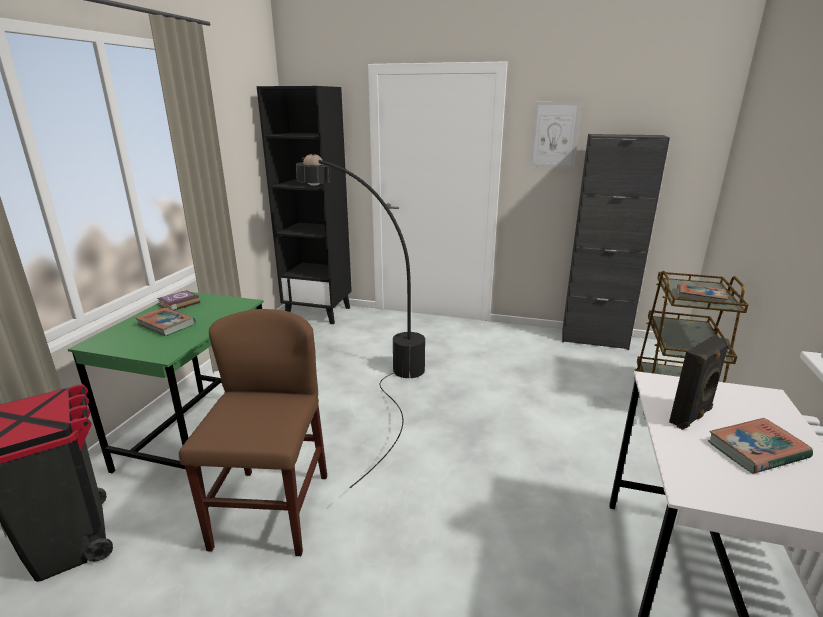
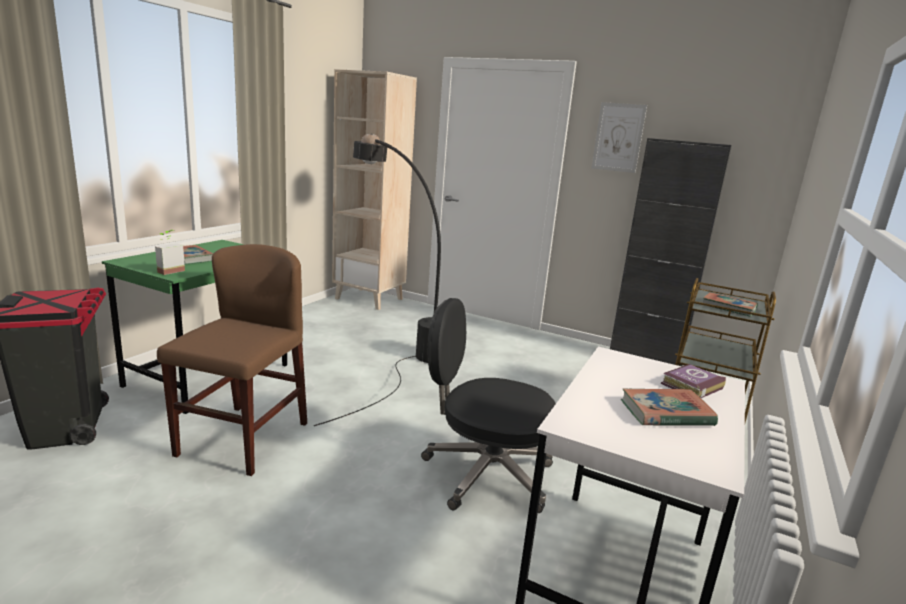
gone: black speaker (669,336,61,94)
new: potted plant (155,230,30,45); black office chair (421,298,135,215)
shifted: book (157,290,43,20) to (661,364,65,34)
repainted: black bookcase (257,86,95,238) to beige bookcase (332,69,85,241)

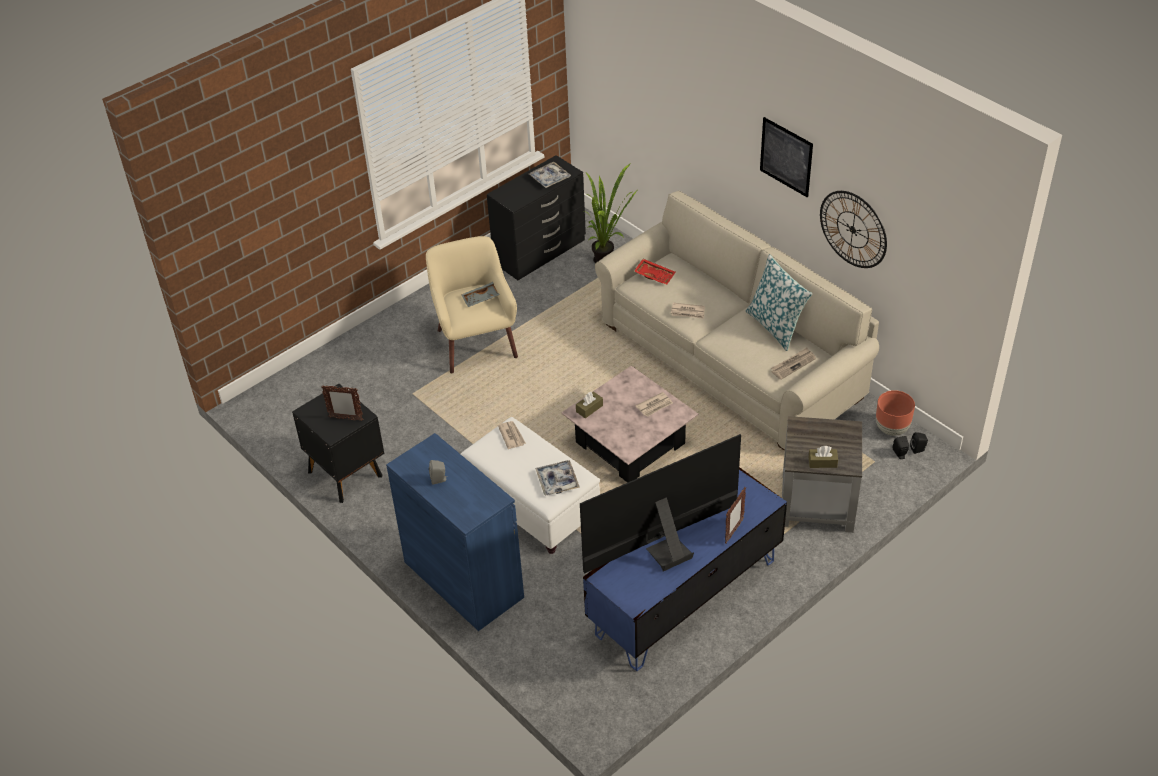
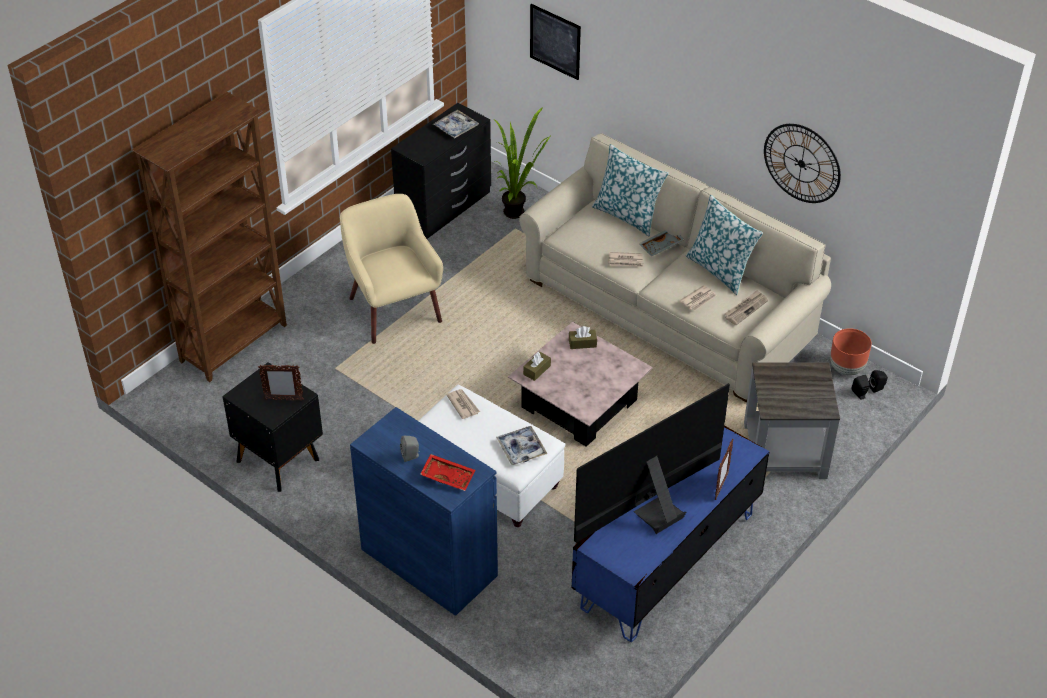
new: brown bookcase (132,92,155,290); pillow (592,144,77,92)
shifted: grey tray (461,282,39,25) to (639,231,45,25); red tray (634,259,41,26) to (420,454,55,37); newspaper (636,392,37,25) to (679,285,38,26); picture (760,117,53,80) to (530,4,51,76); brown tissue box (809,446,29,22) to (569,326,28,23)

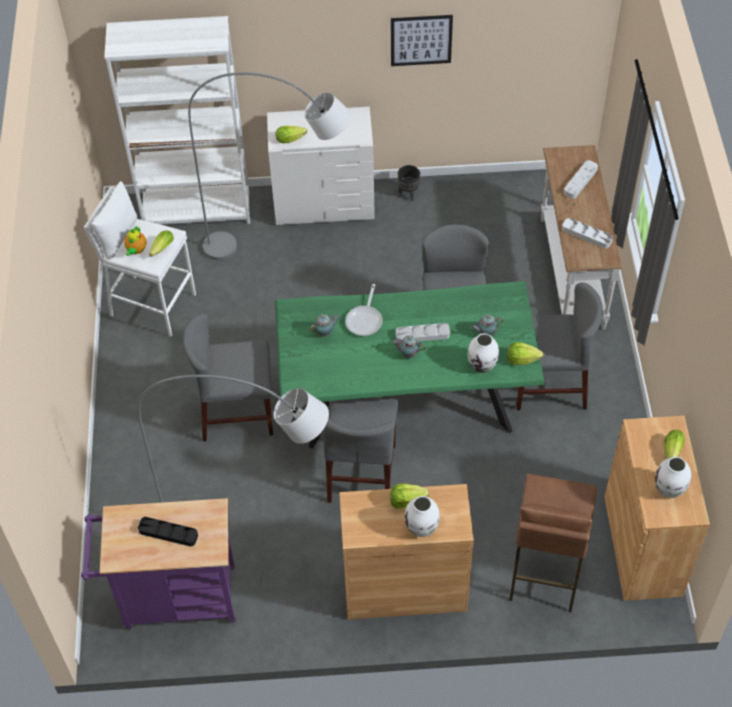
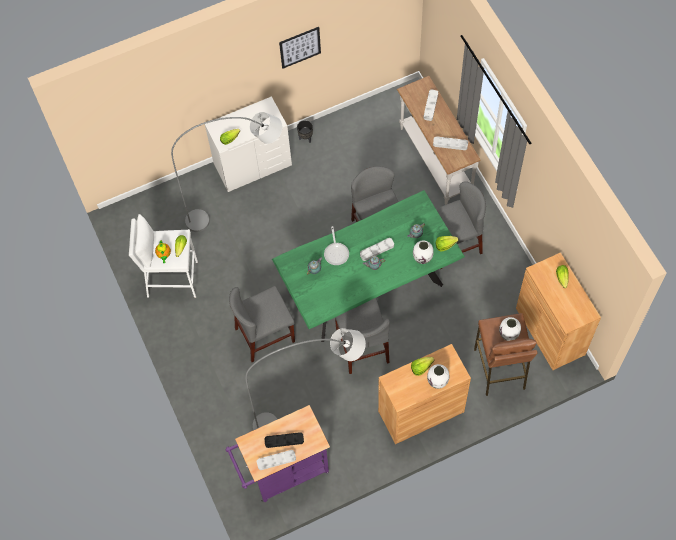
gone: white bookcase (104,16,146,209)
new: grey tray (257,450,39,20)
shifted: white vase (655,457,36,41) to (499,317,22,24)

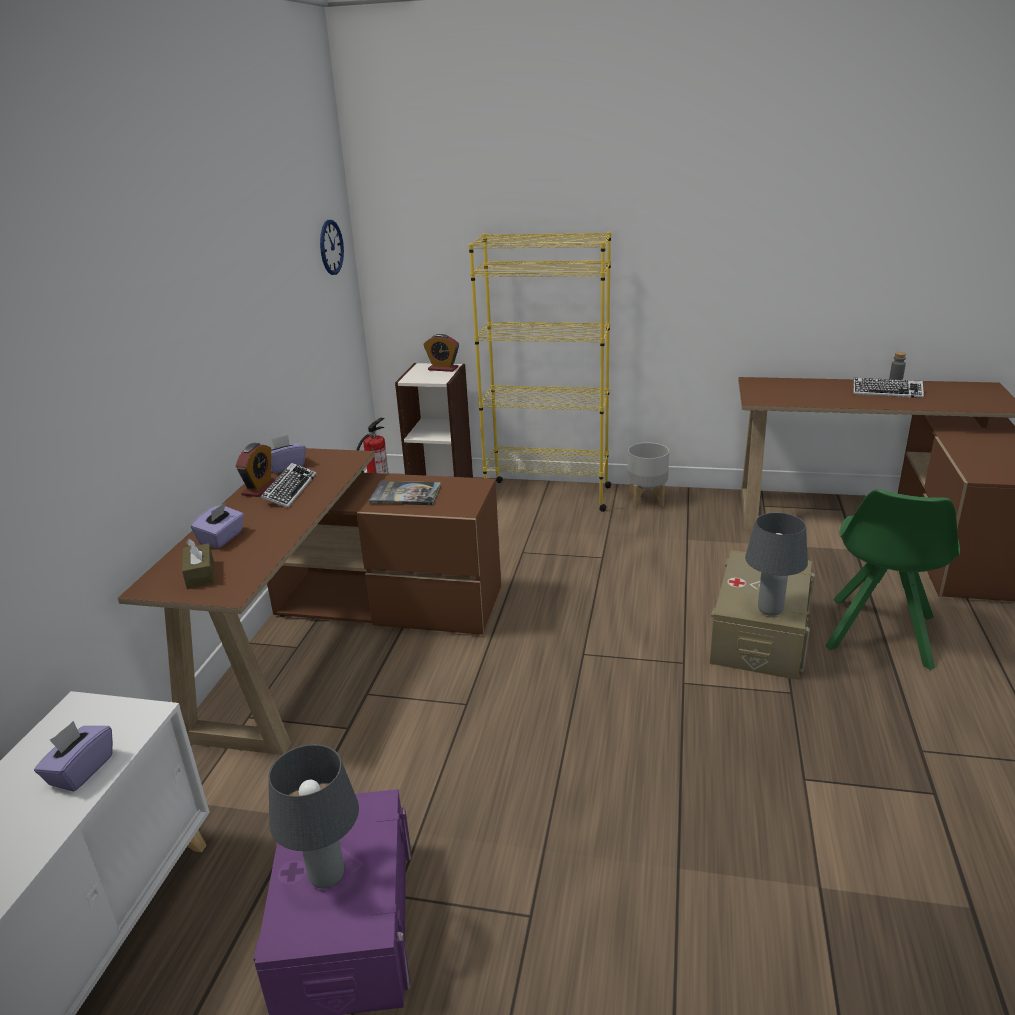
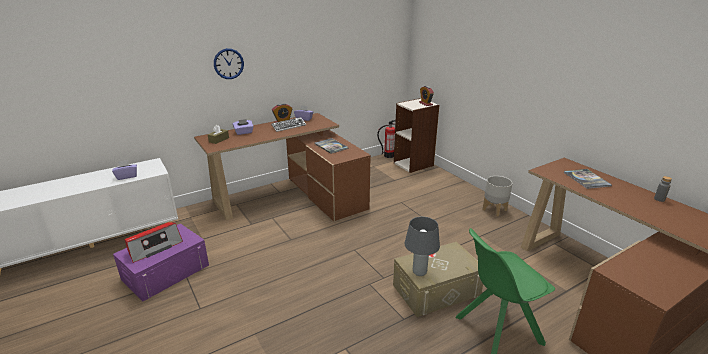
gone: yellow bookcase (469,232,142,280); keyboard (853,378,71,20)
new: book (563,169,49,20)
shifted: wall clock (320,220,24,55) to (214,48,30,31)
swapped: grey table lamp (268,744,91,145) to radio (124,222,59,41)

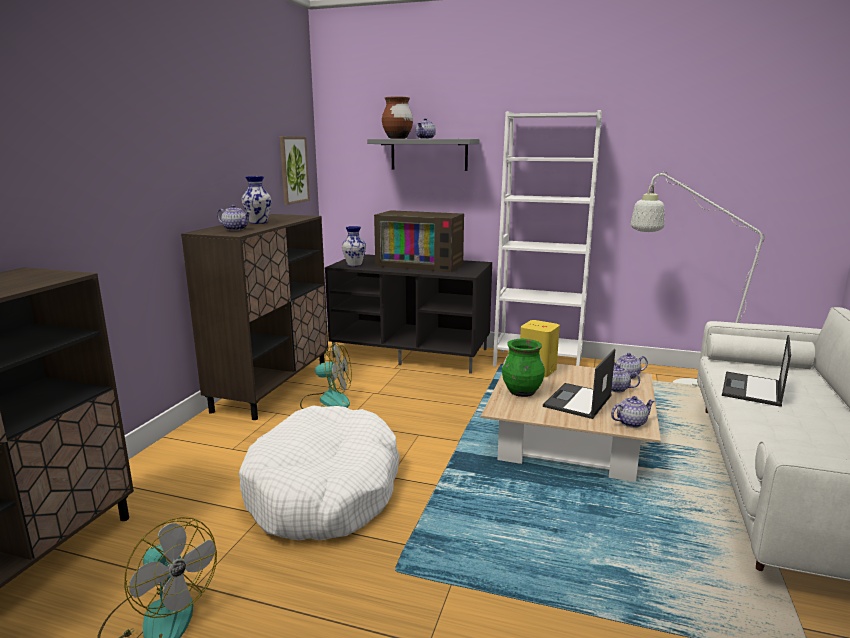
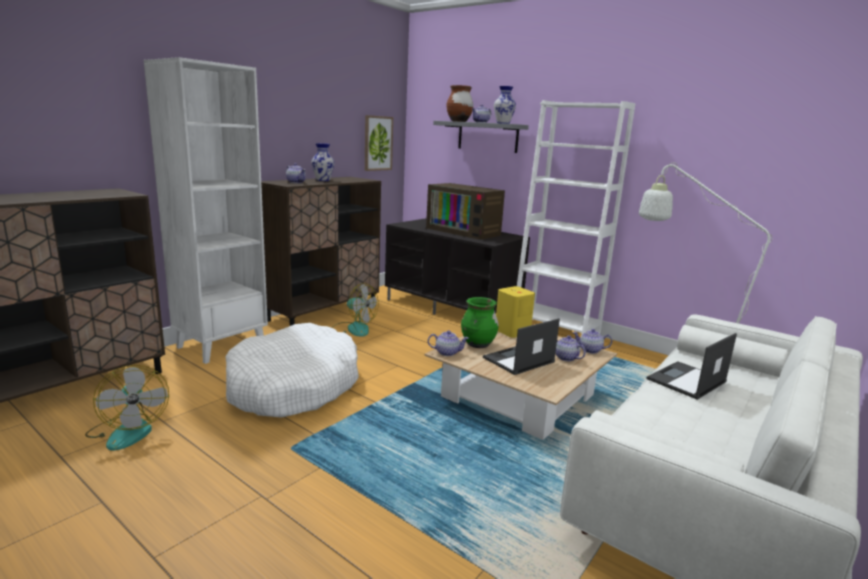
new: white bookcase (143,57,125,307)
shifted: vase (342,226,24,41) to (494,86,22,38); teapot (611,396,44,32) to (428,330,41,26)

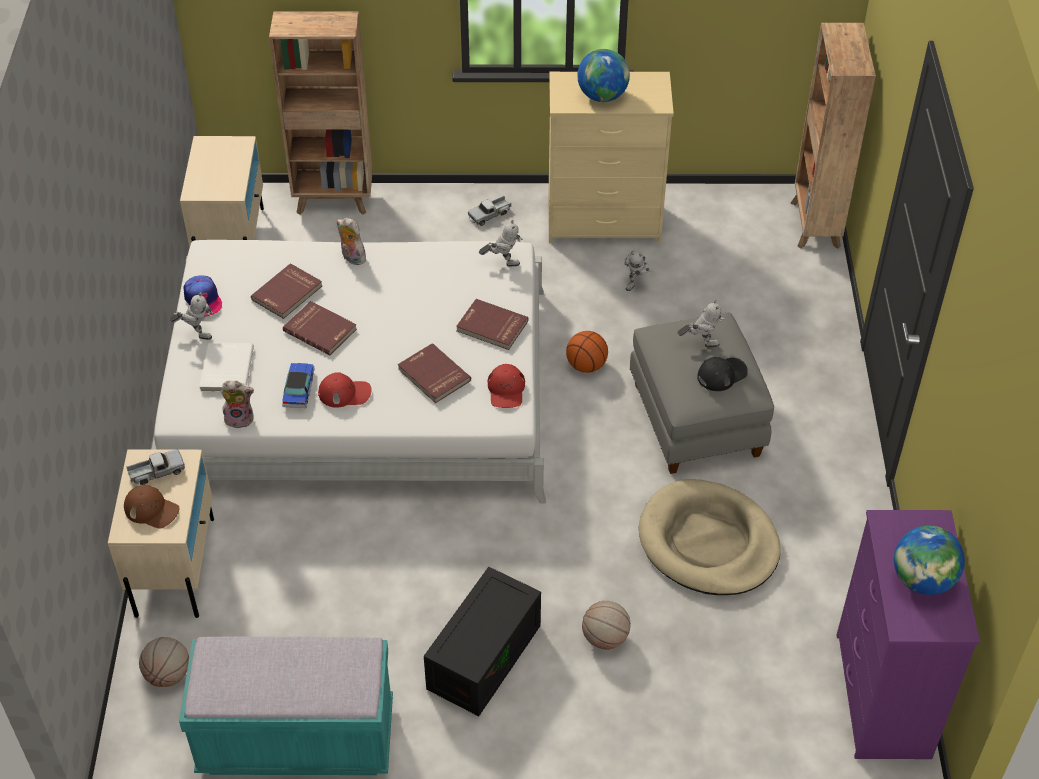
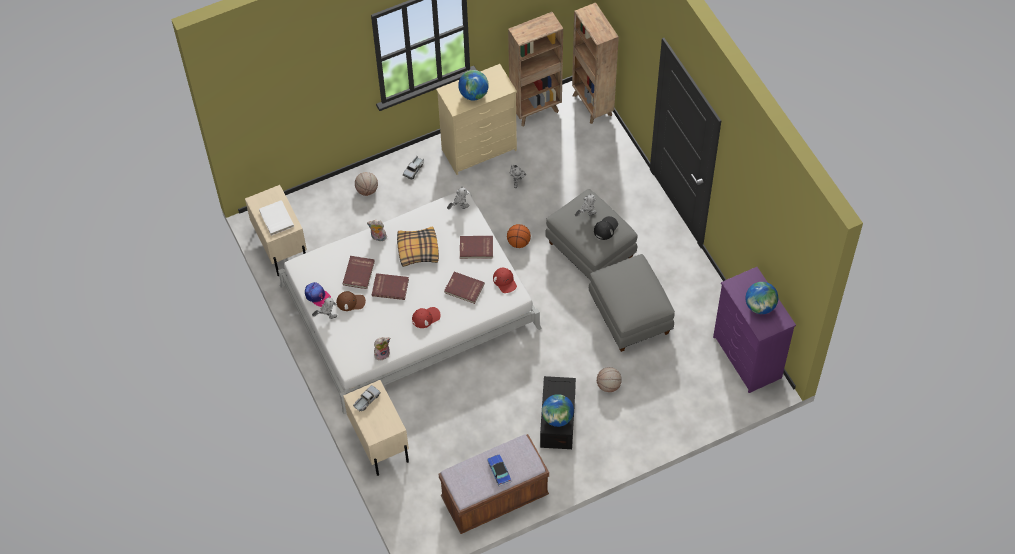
new: pillow (397,226,42,41); globe (542,394,32,33)
shifted: brown cap (124,485,55,43) to (336,291,30,20); basketball (139,637,50,50) to (355,172,23,24); white book (199,343,55,49) to (259,200,35,36); brown bookcase (269,11,104,204) to (508,12,55,114); toy car (282,363,33,45) to (487,454,25,32)
swapped: beige dog bed (639,479,142,116) to grey ottoman (589,254,86,98)
repainted: turquoise bench (179,637,214,138) to brown bench (439,434,110,100)

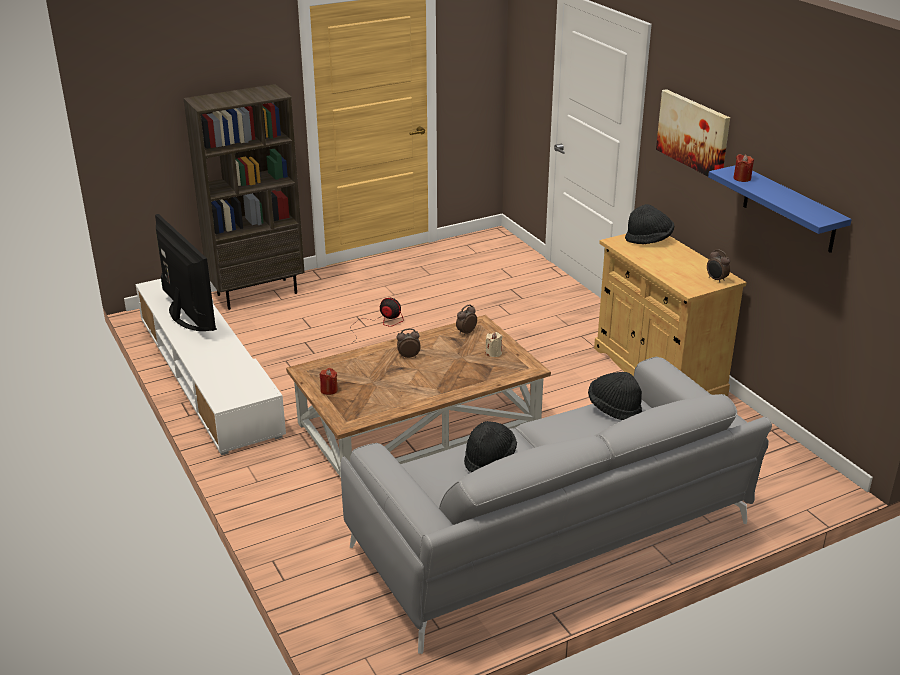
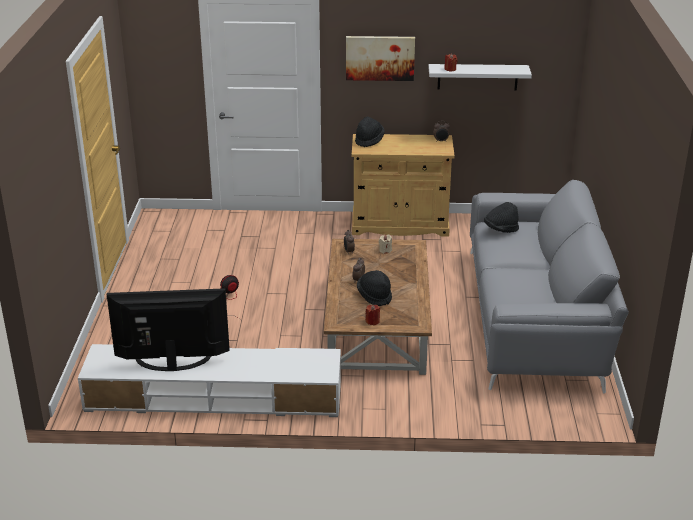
gone: brown bookcase (184,84,121,226)
shifted: black hat (464,421,53,52) to (357,270,35,36)
repainted: blue shelf (708,165,144,88) to white shelf (429,64,103,26)

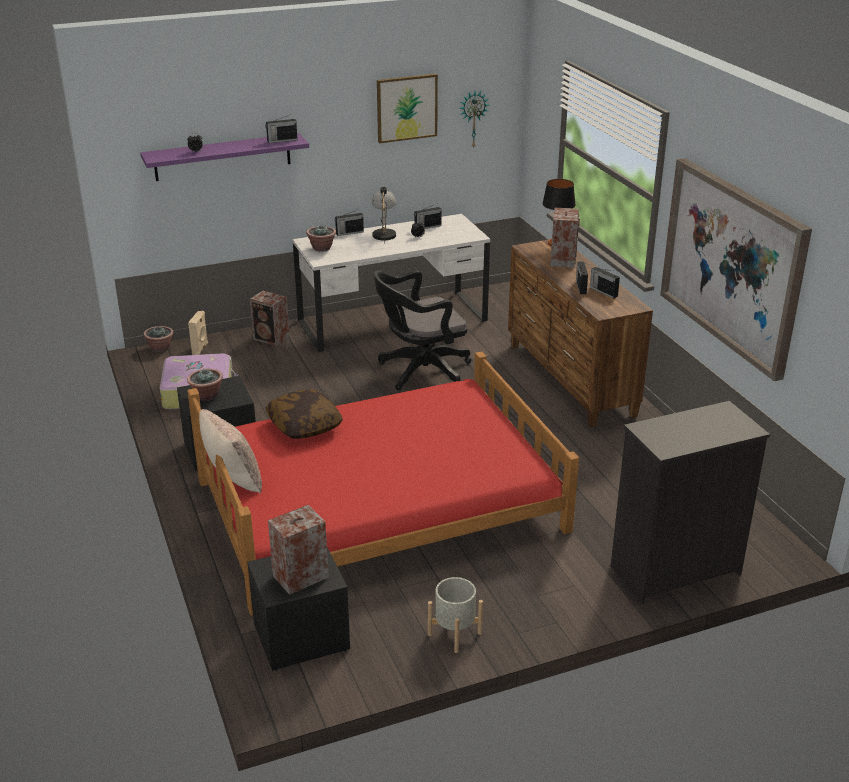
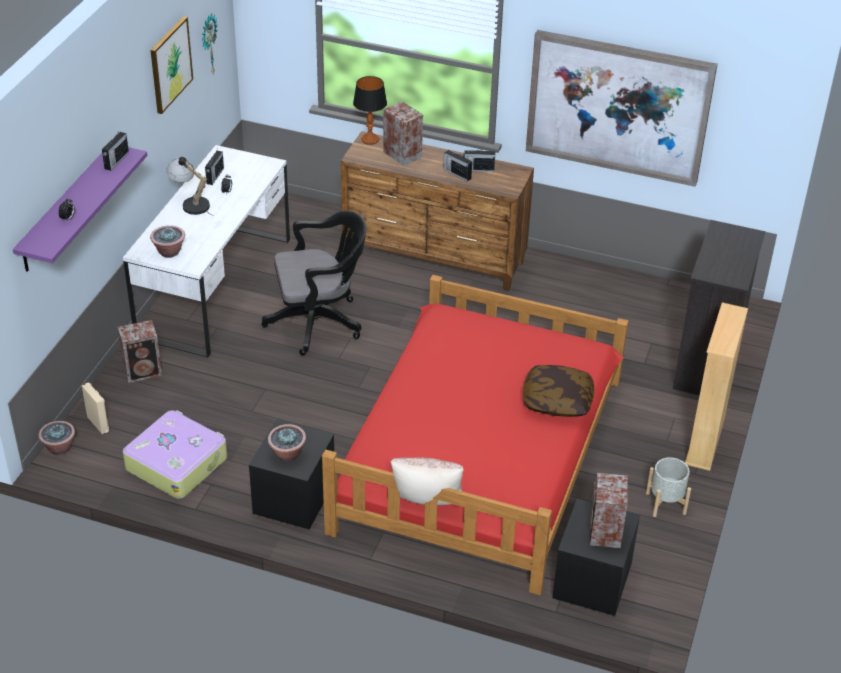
gone: radio (335,209,29,27)
new: beige bookcase (685,302,63,169)
shifted: pillow (266,389,77,50) to (523,365,71,52)
rotated: black office chair (373,270,99,121) = (261,210,106,146) 120 degrees counterclockwise

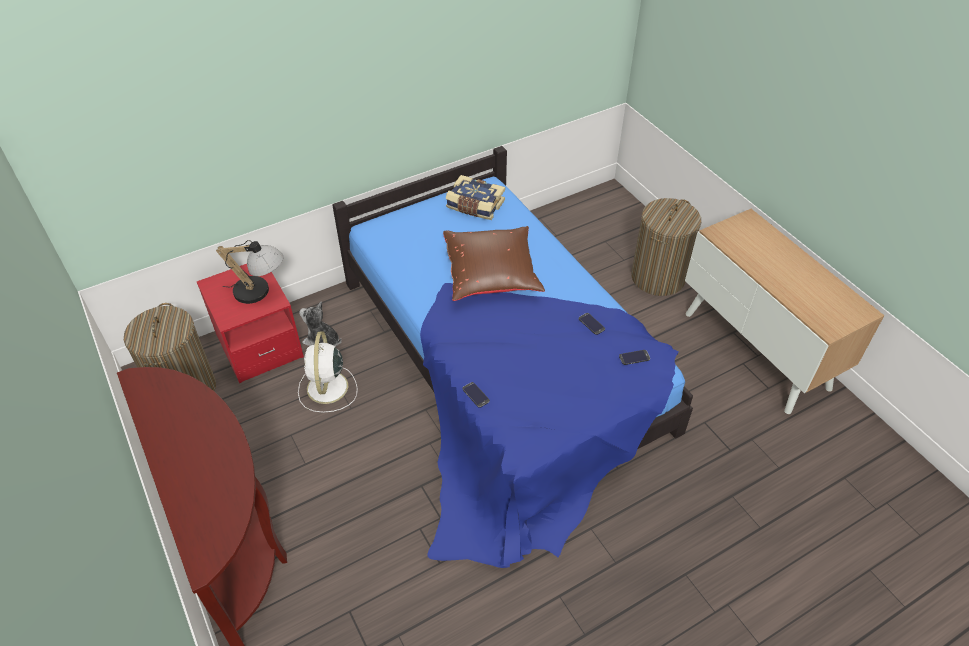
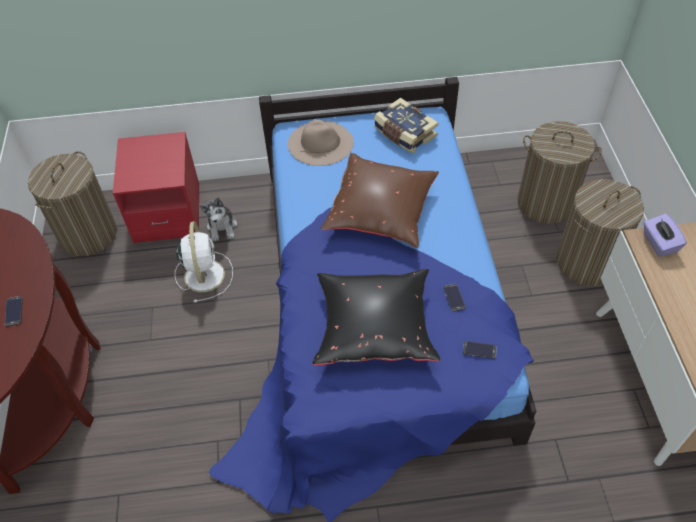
gone: table lamp (216,240,67,64)
new: beige hat (288,119,66,47); black pillow (313,269,128,96); laundry basket (518,121,84,103); purple tissue box (644,213,43,44)
shifted: phone (462,382,28,26) to (5,296,18,30)
rotated: white fan (298,332,60,81) = (175,221,58,82) 150 degrees clockwise; plush toy (299,301,43,46) = (199,197,38,44) 150 degrees counterclockwise

